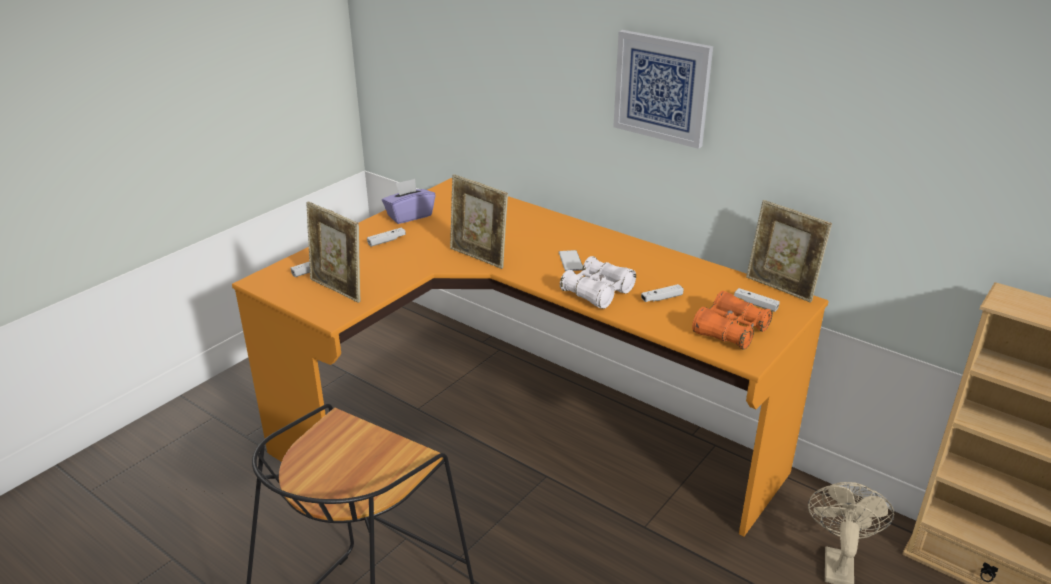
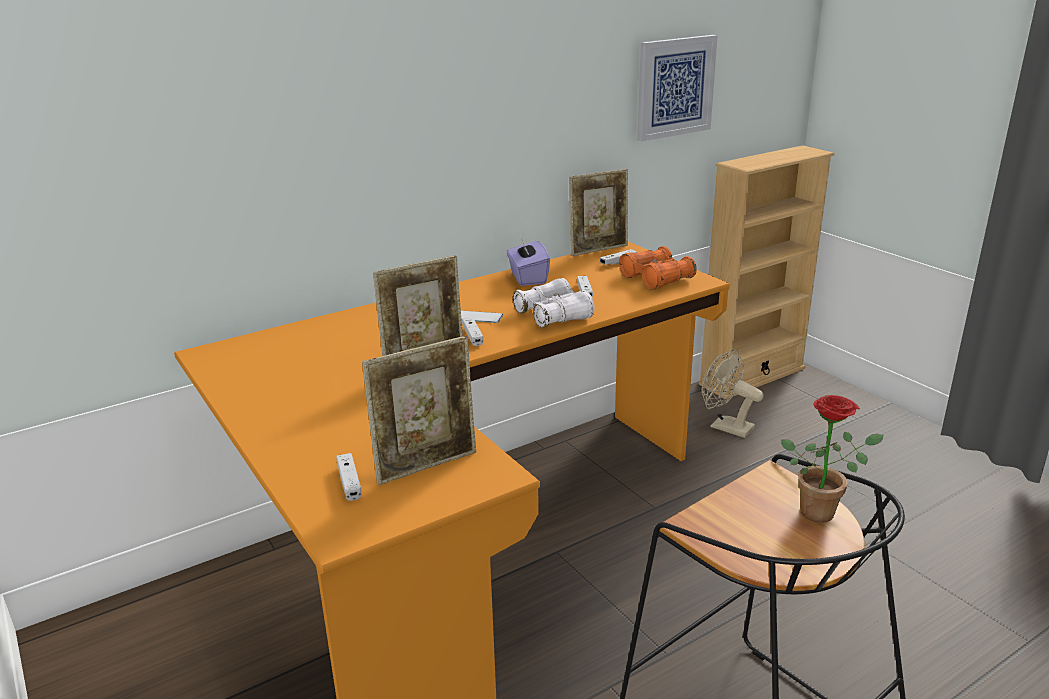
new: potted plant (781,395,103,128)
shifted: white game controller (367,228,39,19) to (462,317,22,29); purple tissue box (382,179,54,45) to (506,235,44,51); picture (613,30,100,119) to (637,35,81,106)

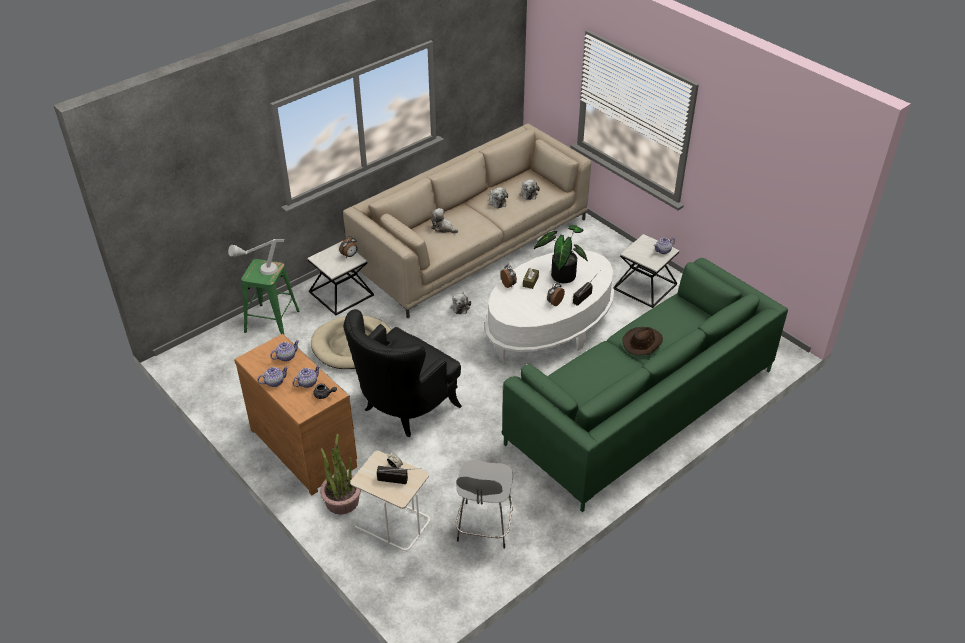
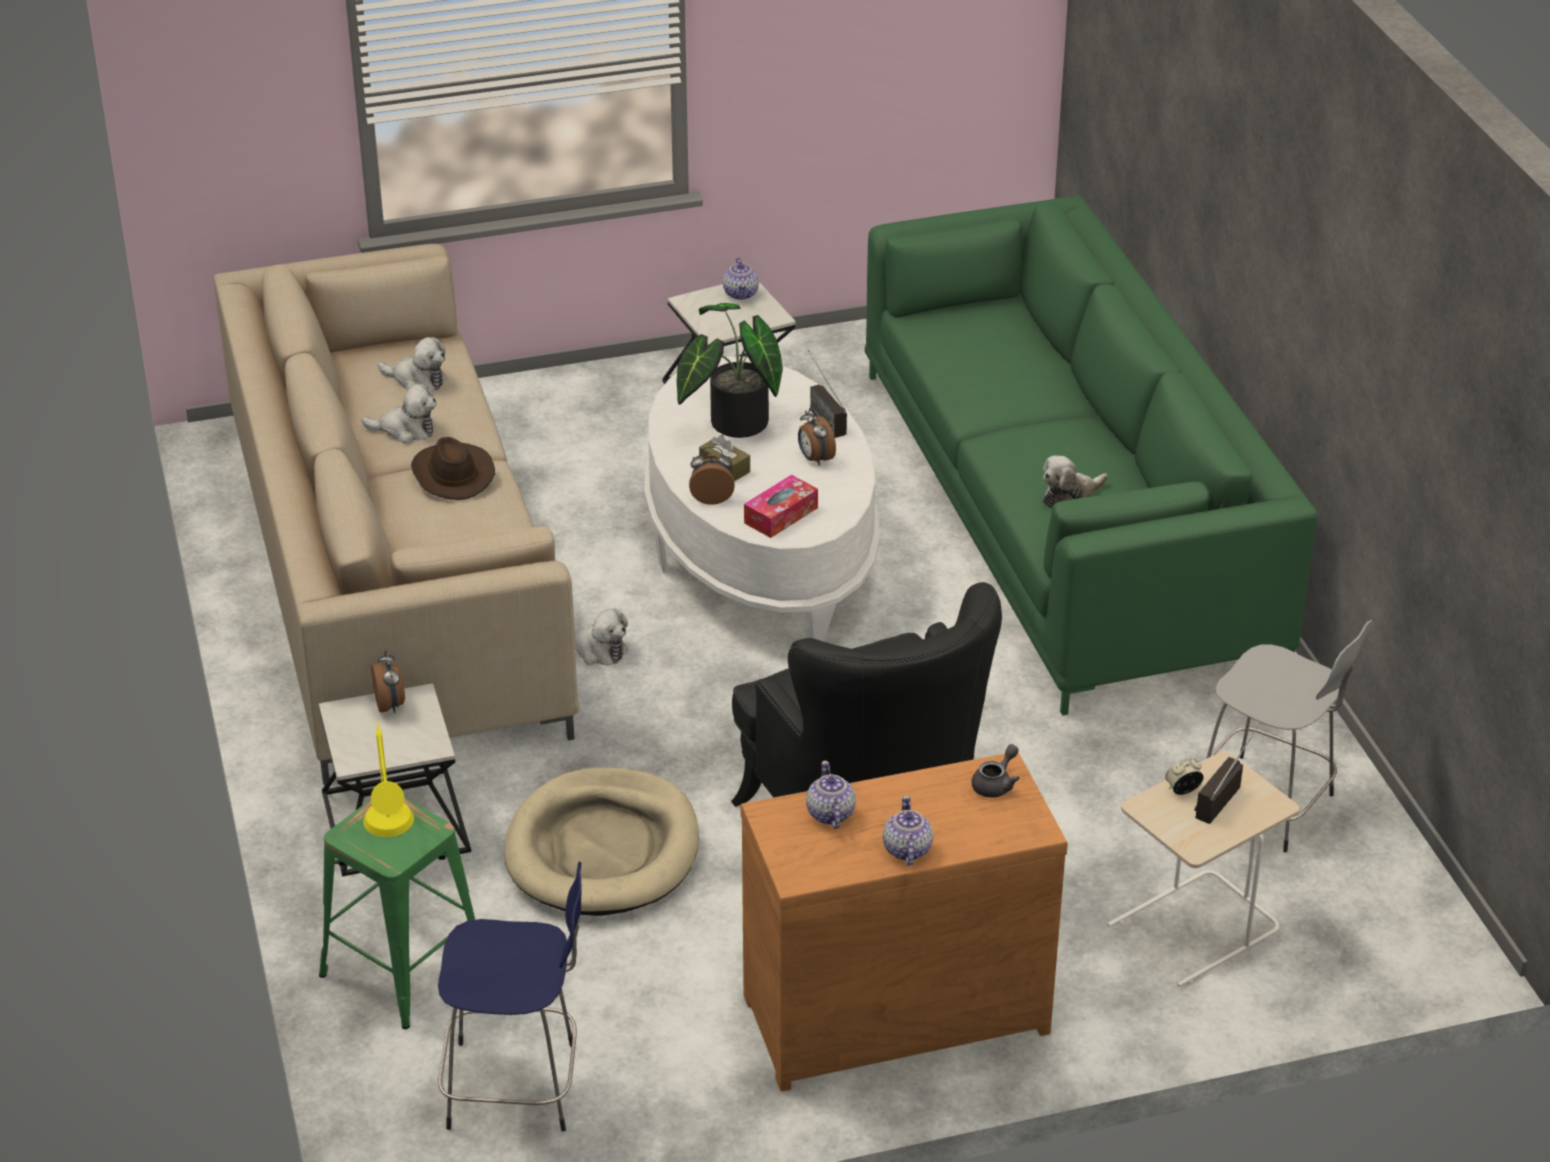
gone: teapot (292,365,28,23); potted plant (320,434,41,80)
new: blue stool (438,861,143,271); tissue box (744,475,74,63)
shifted: plush toy (430,208,28,25) to (1042,455,66,53); brown hat (622,327,41,29) to (411,437,84,63)
repainted: grey table lamp (228,239,56,36) to yellow table lamp (363,722,51,115)

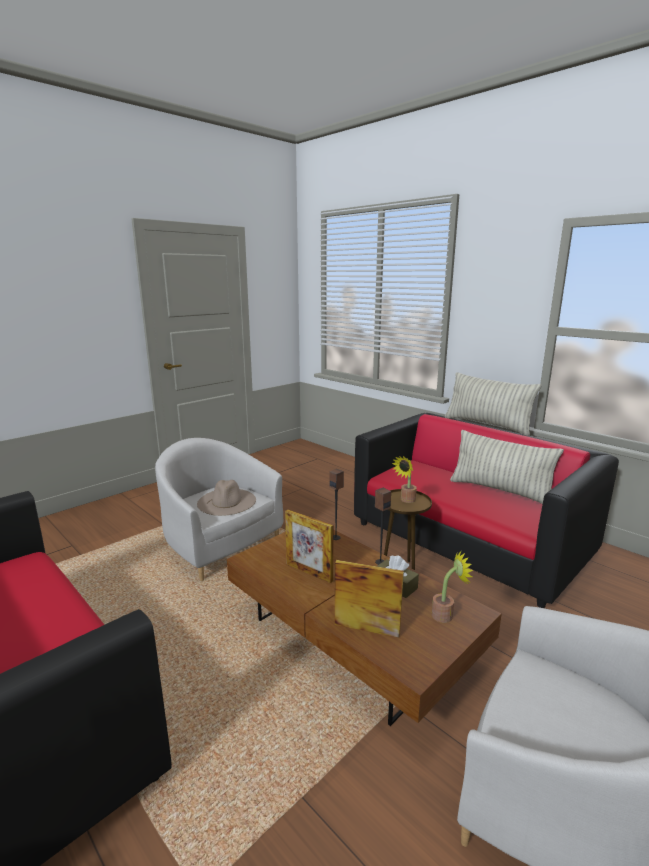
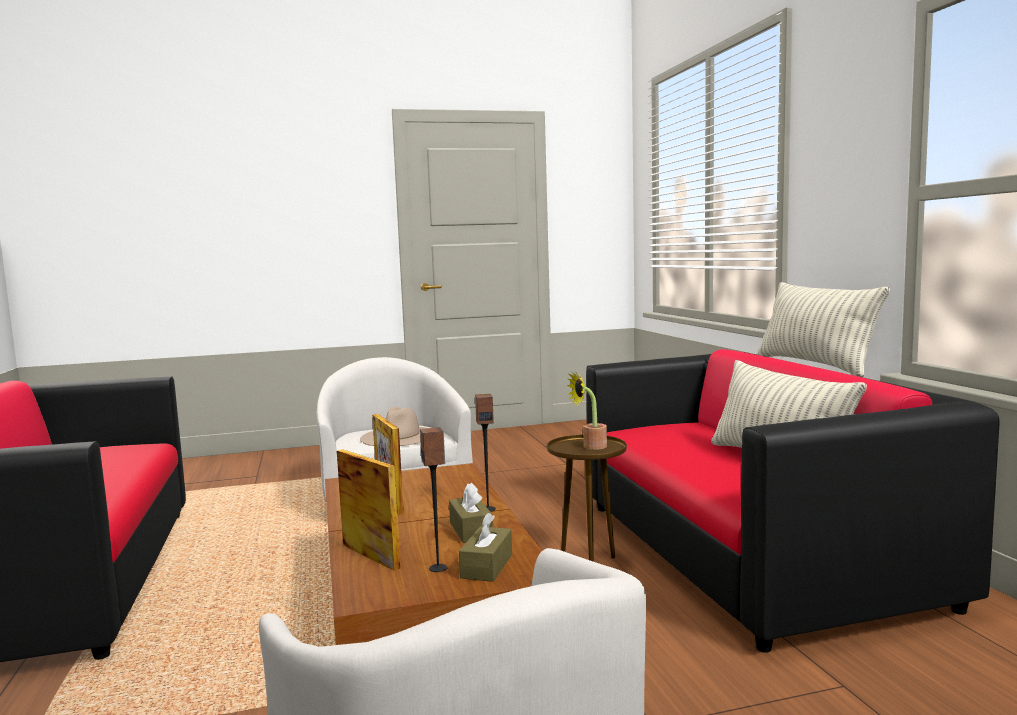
shifted: speaker (329,469,15,71) to (420,427,27,145)
swapped: potted plant (432,549,41,74) to brown tissue box (459,513,53,69)

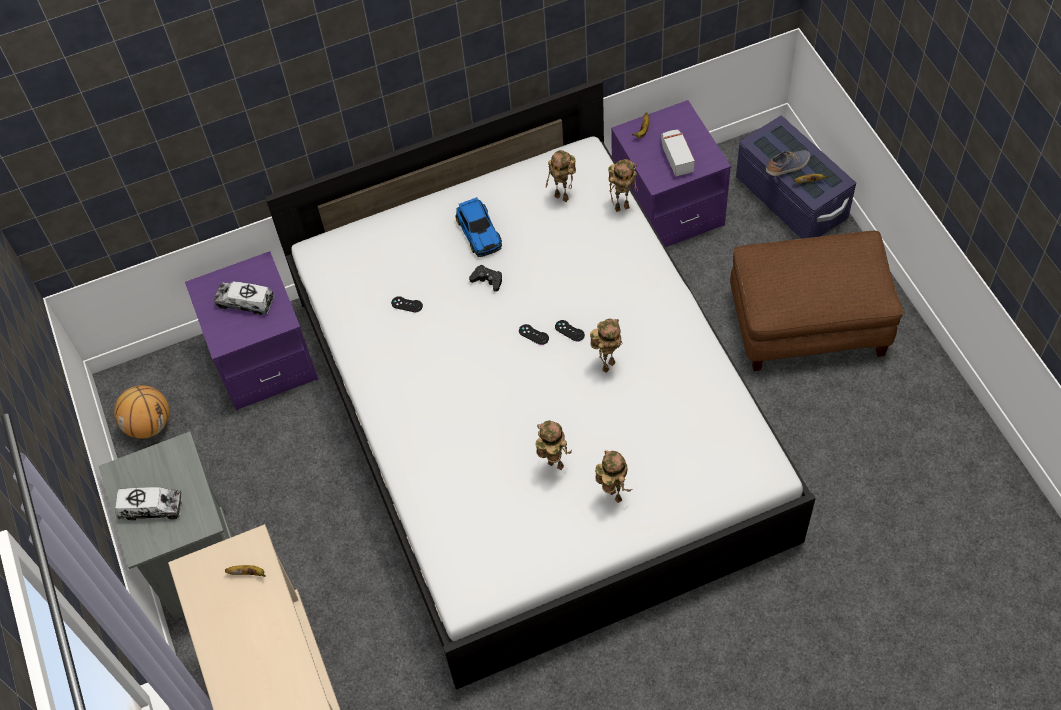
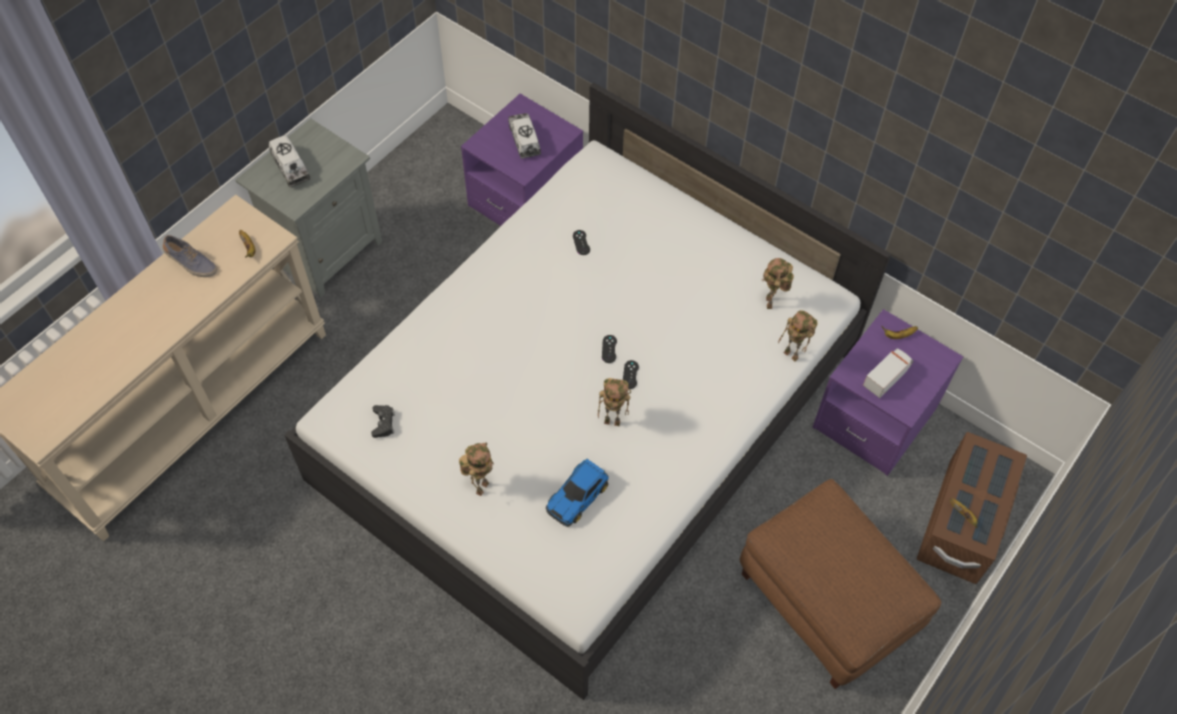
gone: basketball (114,385,55,54); toy robot (536,420,36,50)
shifted: toy car (455,197,47,60) to (546,459,63,68); black game controller (469,265,33,27) to (371,405,24,33); shoe (766,150,44,26) to (162,235,55,42)
repainted: purple storage box (736,116,120,123) to brown storage box (917,432,110,152)

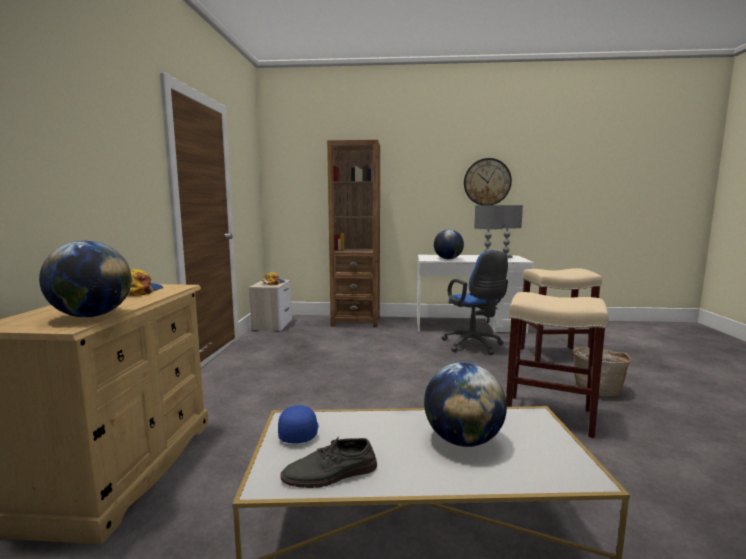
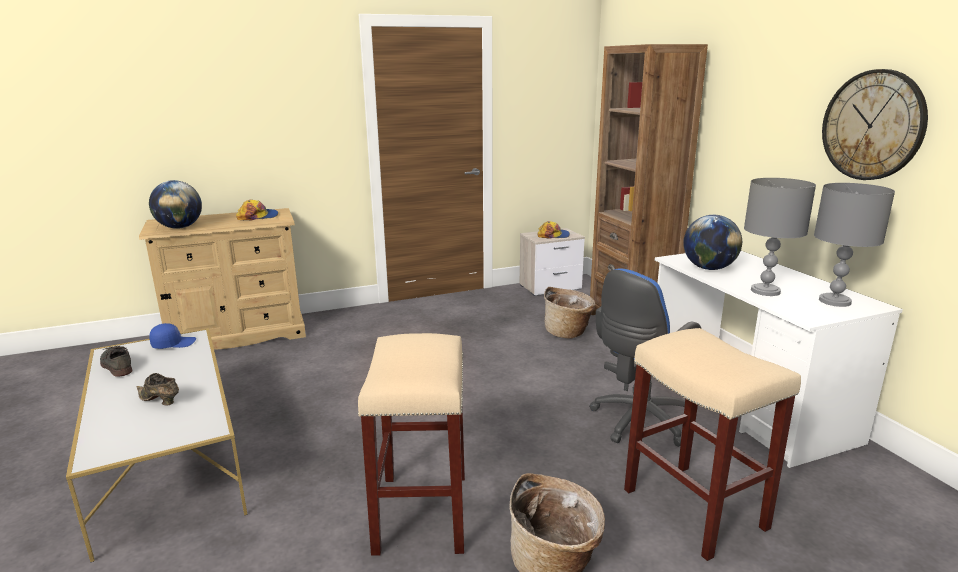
new: basket (544,287,52,51)
swapped: globe (424,362,83,85) to brown shoe (136,373,43,32)

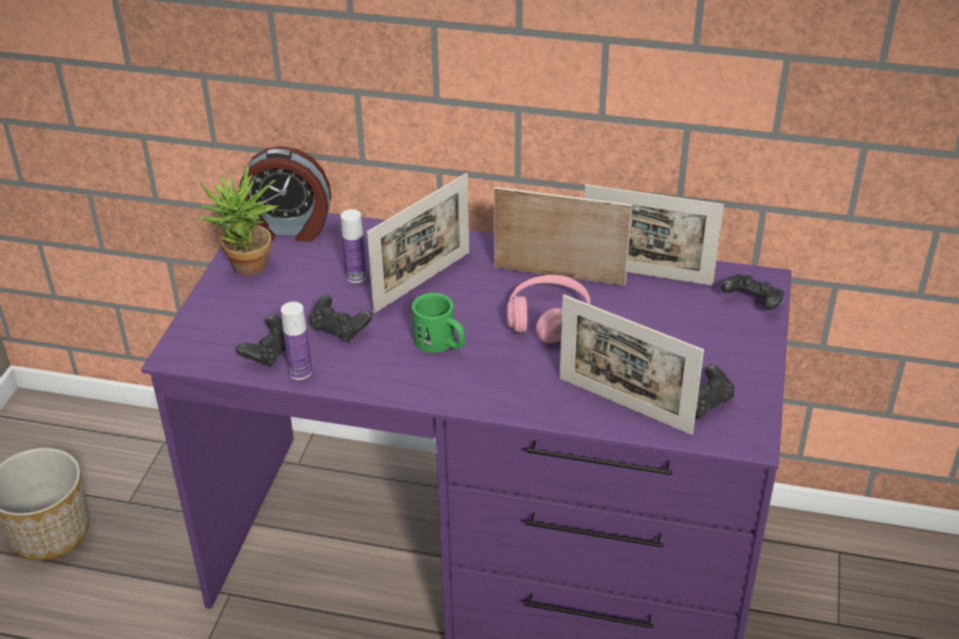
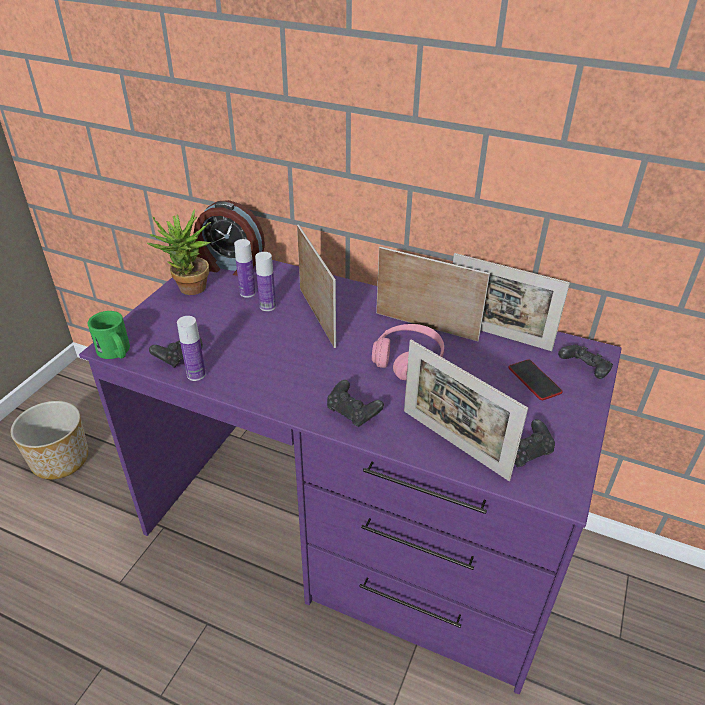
new: bottle (234,239,22,59); phone (509,360,53,40)
shifted: black game controller (309,295,64,48) to (327,380,57,47); green mug (412,293,53,60) to (88,311,42,48)
rotated: picture frame (367,173,102,140) = (297,224,39,124) 75 degrees counterclockwise

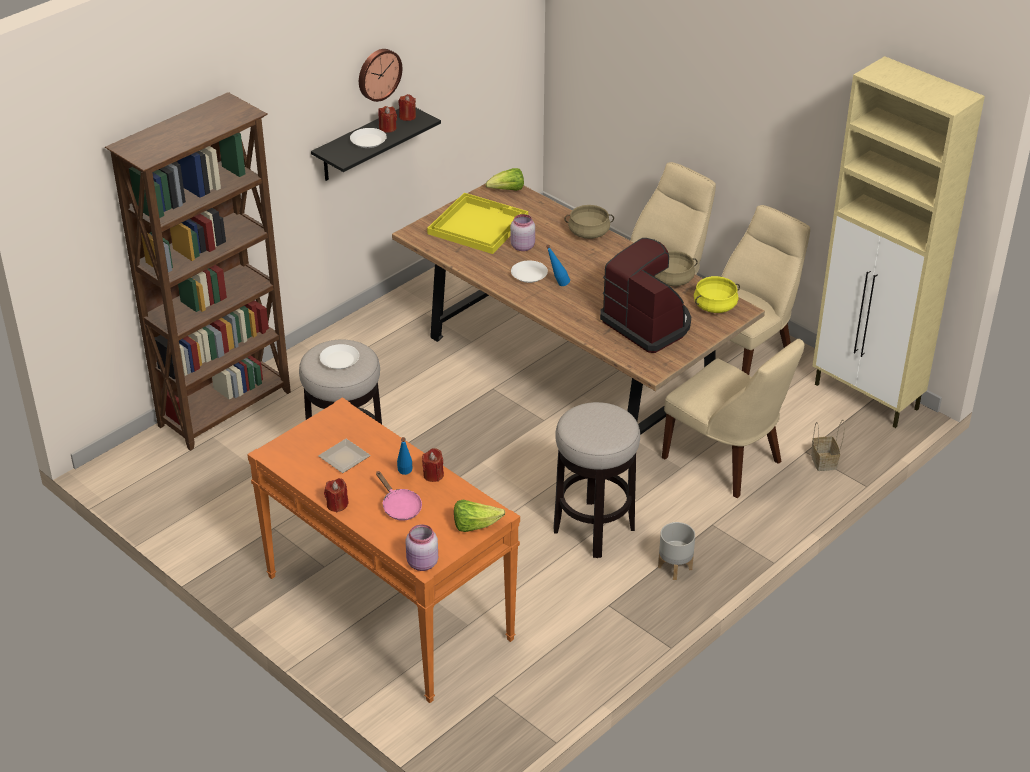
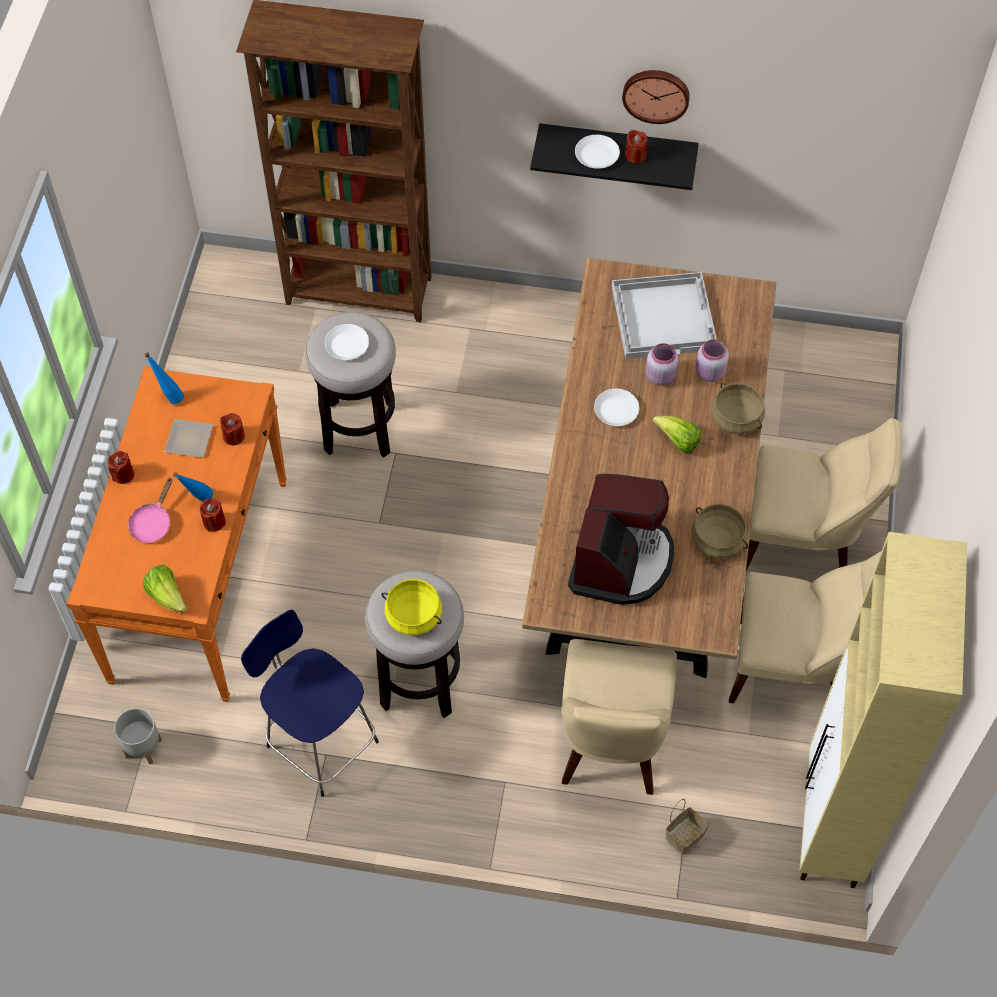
new: blue stool (241,610,138,187)
shifted: red candle (398,94,18,27) to (220,413,25,32); pink jar (406,524,32,47) to (696,339,33,43); lettuce (485,168,39,23) to (652,416,49,38); blue bottle (546,245,24,41) to (145,352,39,53); grey planter (658,522,37,58) to (114,708,48,57); yellow cooking pot (694,276,46,37) to (382,579,60,56)
repainted: yellow tray (427,193,101,61) to white tray (612,272,105,87)

